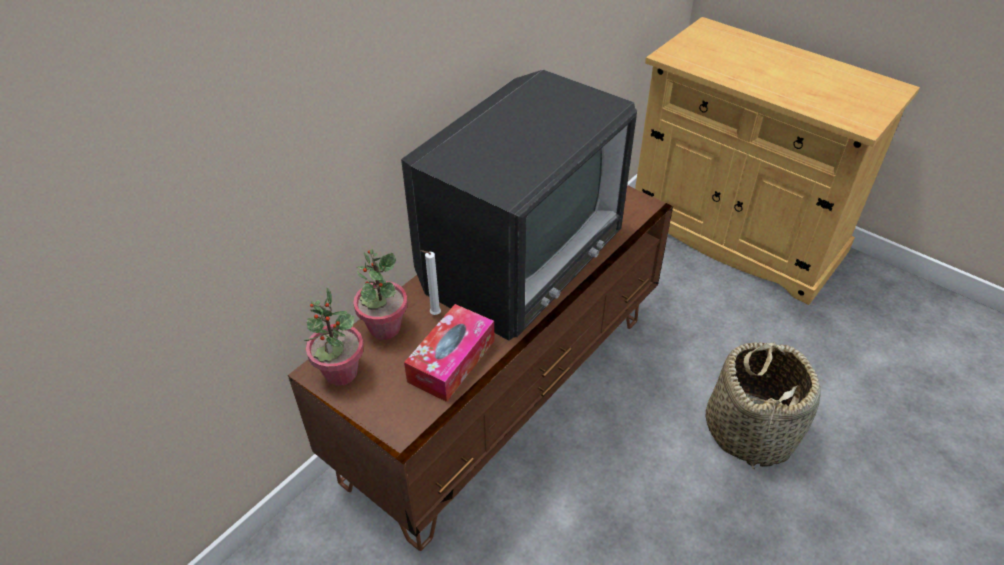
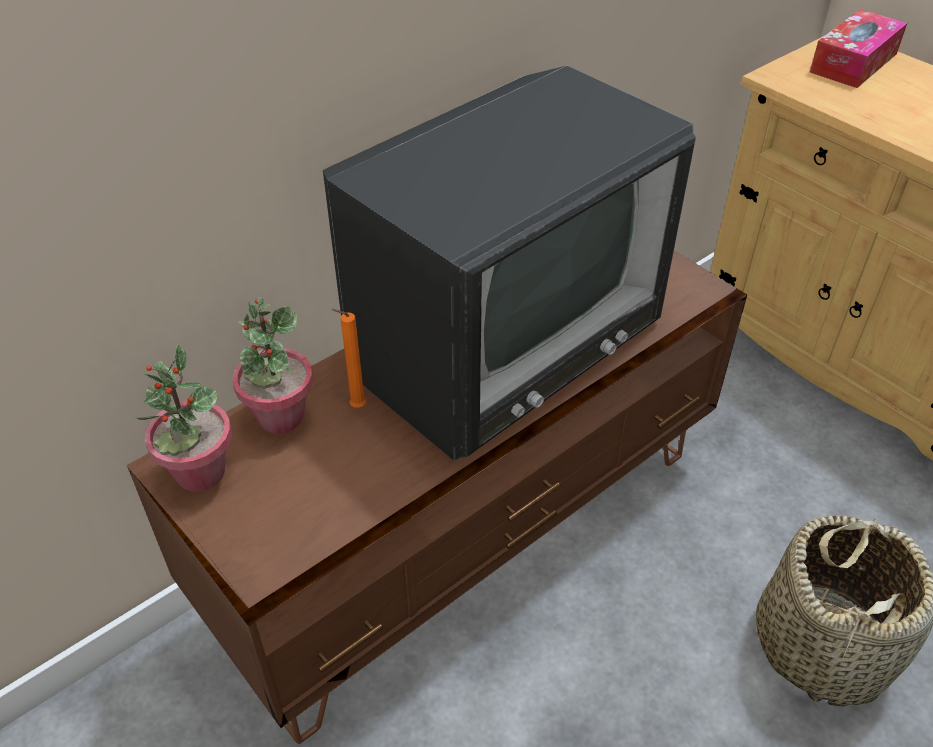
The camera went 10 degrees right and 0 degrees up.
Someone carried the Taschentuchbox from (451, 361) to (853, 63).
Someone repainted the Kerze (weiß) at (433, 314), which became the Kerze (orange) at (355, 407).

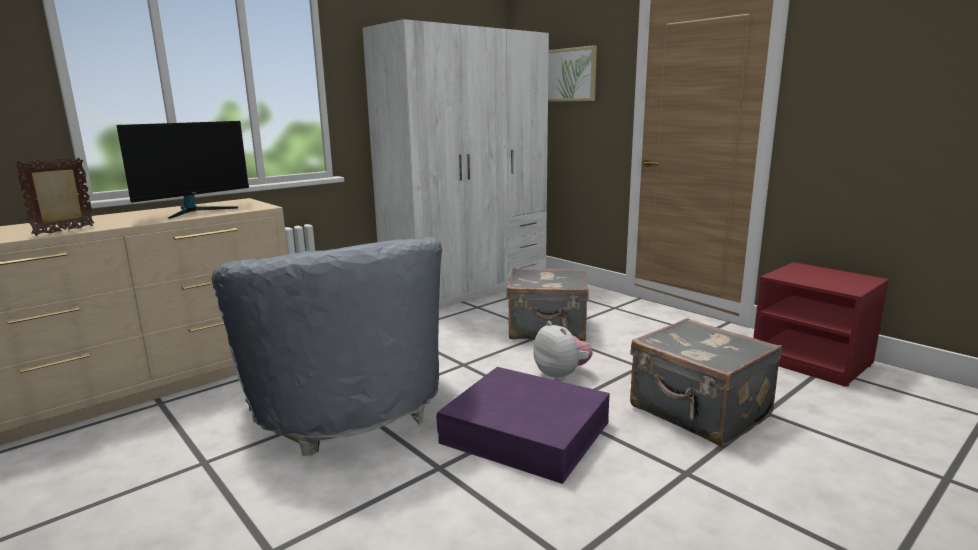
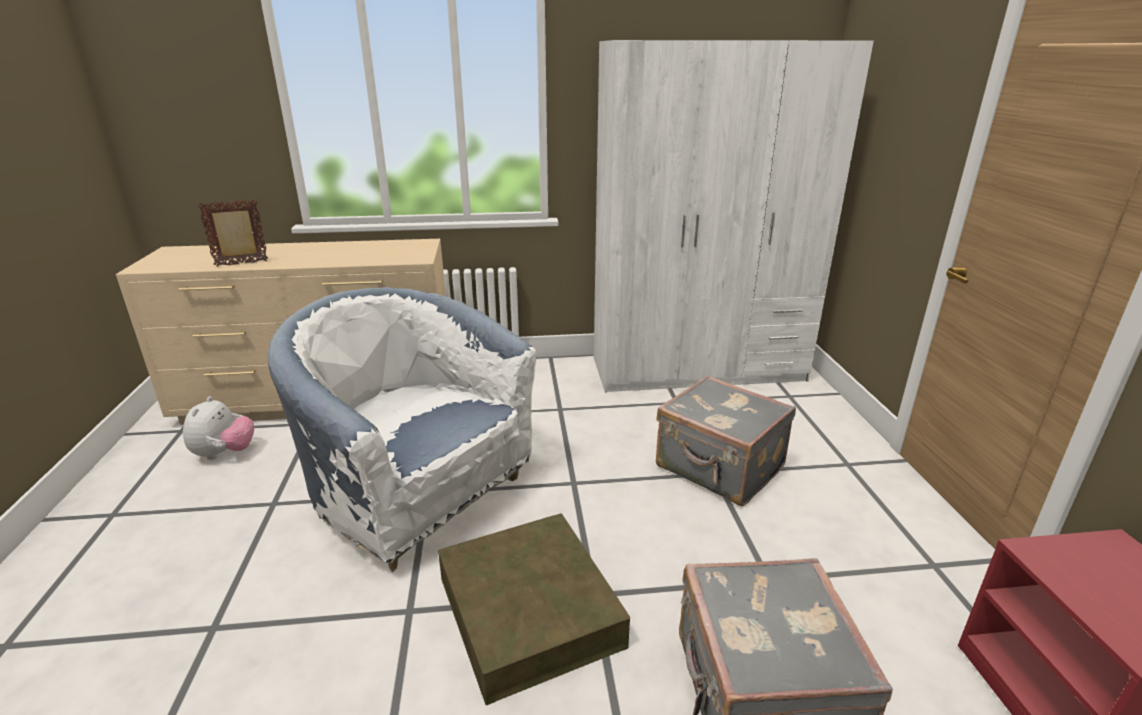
The camera went 35 degrees right and 10 degrees up.
Someone took away the Monitor at (195, 211).
Someone rotated the Sessel (weiß) at (346, 410) by 120 degrees clockwise.
Someone repainted the Aufbewahrungsbox (lila) at (525, 432), which became the Aufbewahrungsbox (braun) at (528, 611).
Someone carried the Plüschtier from (561, 375) to (224, 453).
Someone took away the Bild at (568, 75).

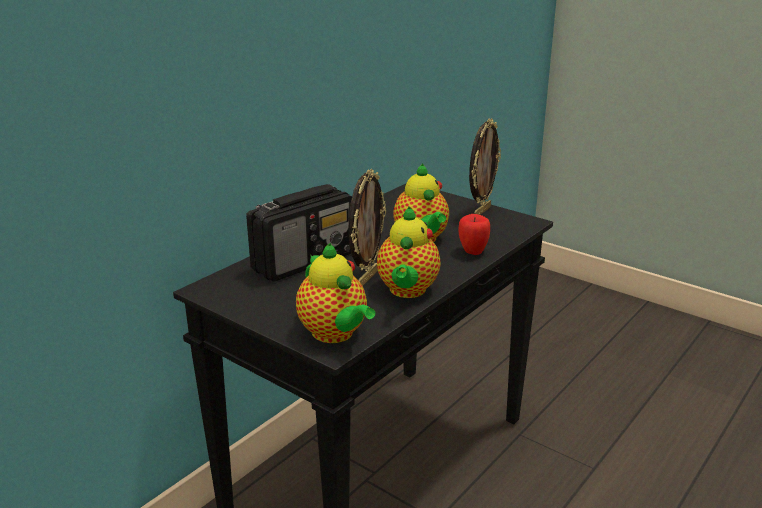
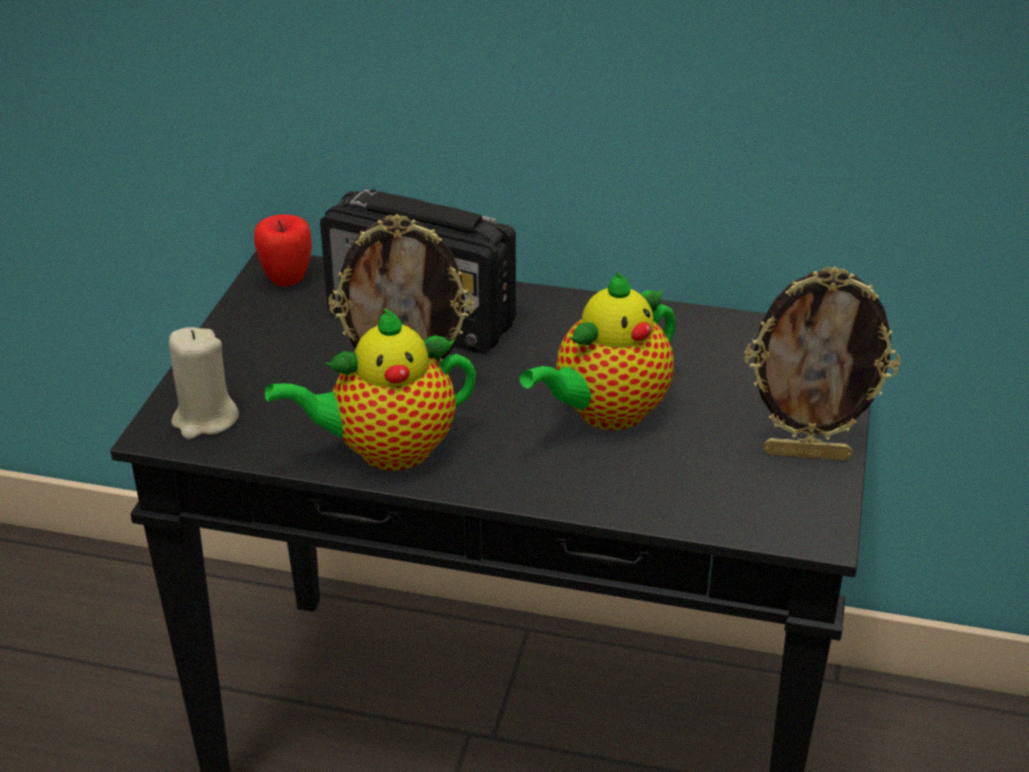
The camera went 65 degrees right and 10 degrees up.
Someone swapped the Teekanne at (335, 334) for the Kerze (beige) at (205, 419).
Someone carried the Apfel from (472, 252) to (287, 279).

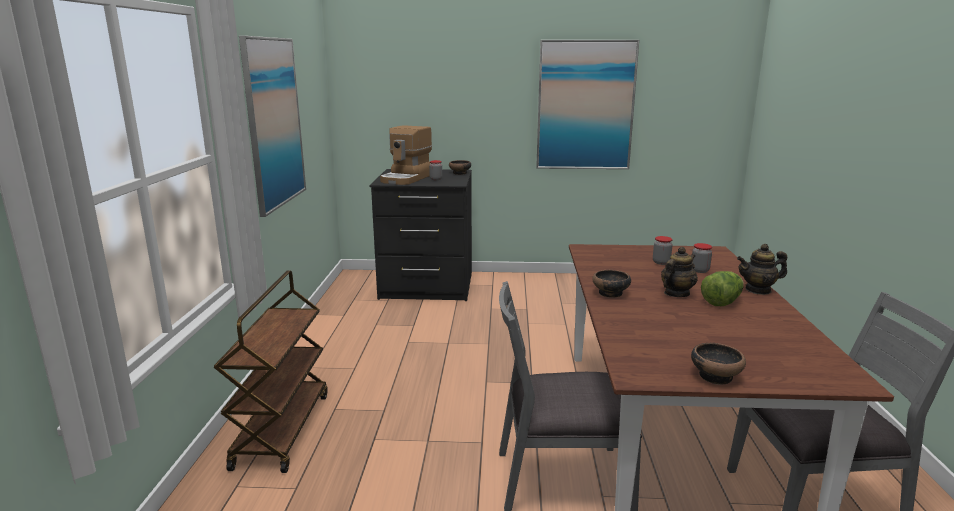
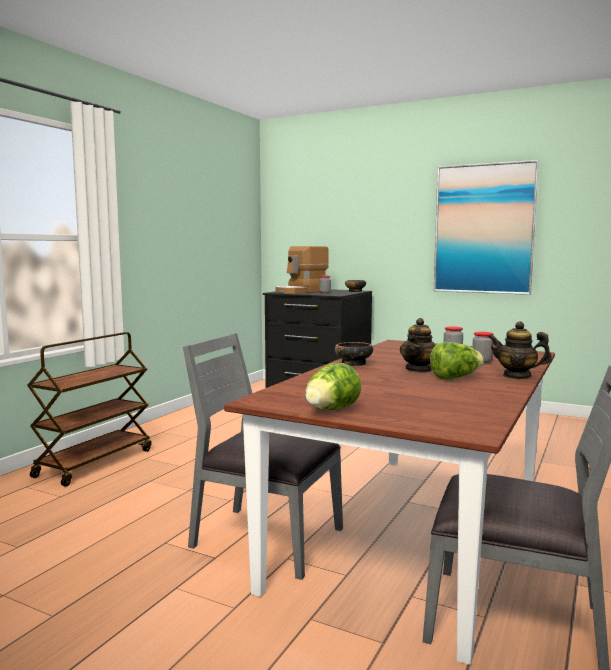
The camera went 25 degrees right and 10 degrees down.
Someone took away the Bild at (274, 123).
Someone rotated the Teekanne at (676, 293) by 135 degrees clockwise.
Someone swapped the Schüssel at (715, 376) for the Salatkopf at (331, 410).

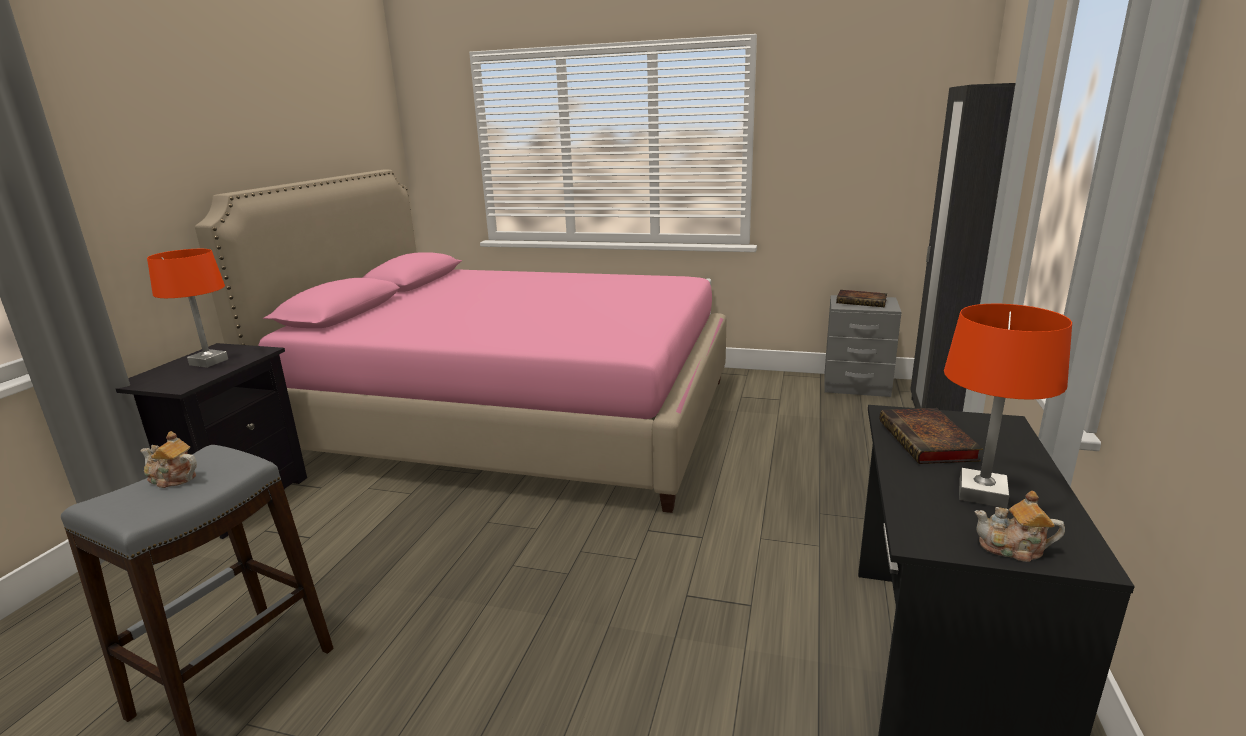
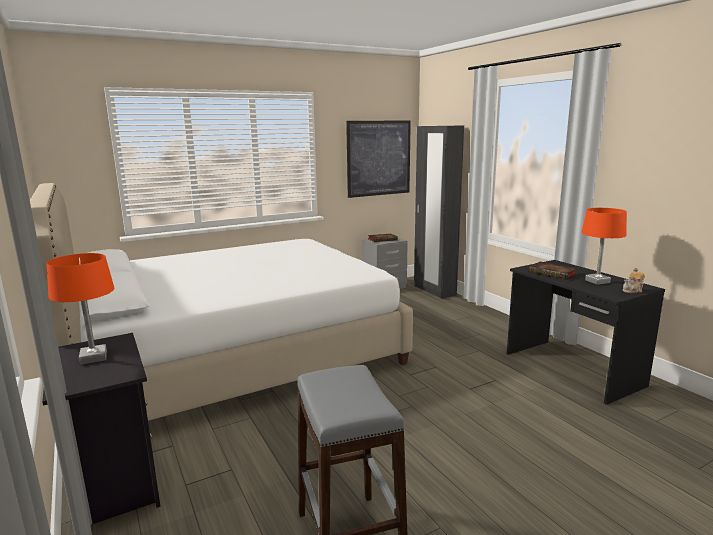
The camera went 45 degrees left and 5 degrees down.
Someone took away the Teekanne at (172, 479).
Someone repainted the Bett (rosa) at (515, 418), which became the Bett (weiß) at (234, 357).
Someone put up the Bild at (379, 158).

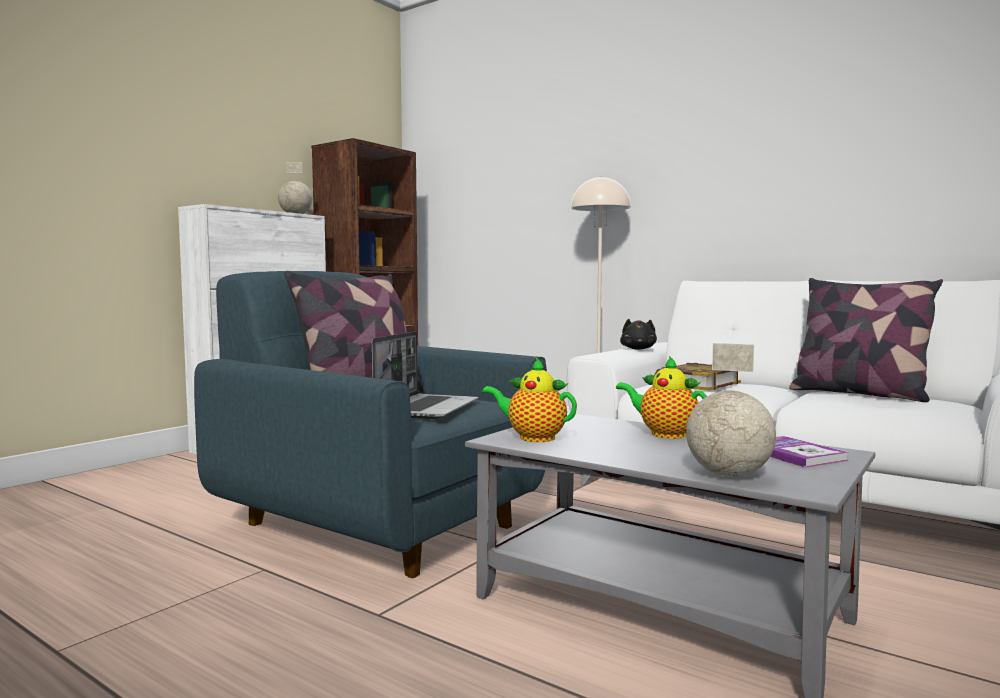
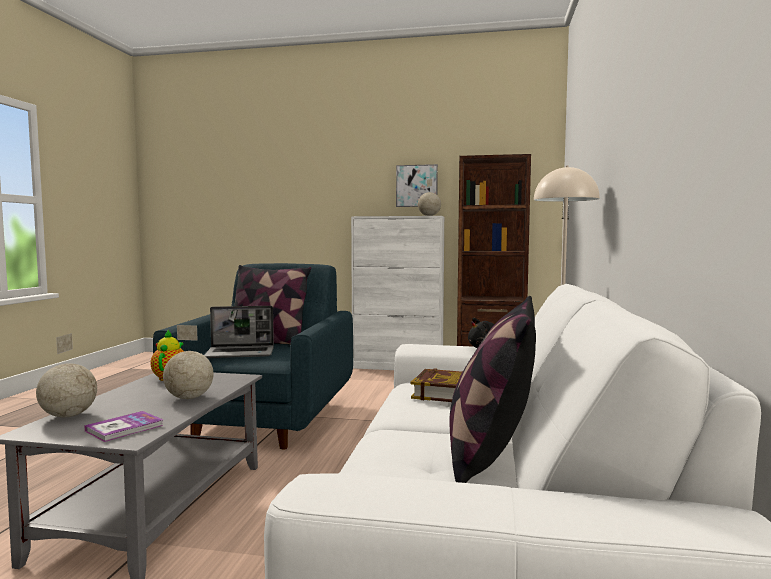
The camera went 65 degrees right and 0 degrees up.
Someone swapped the Teekanne at (664, 434) for the Globus at (189, 398).
Someone put up the Bild at (417, 186).

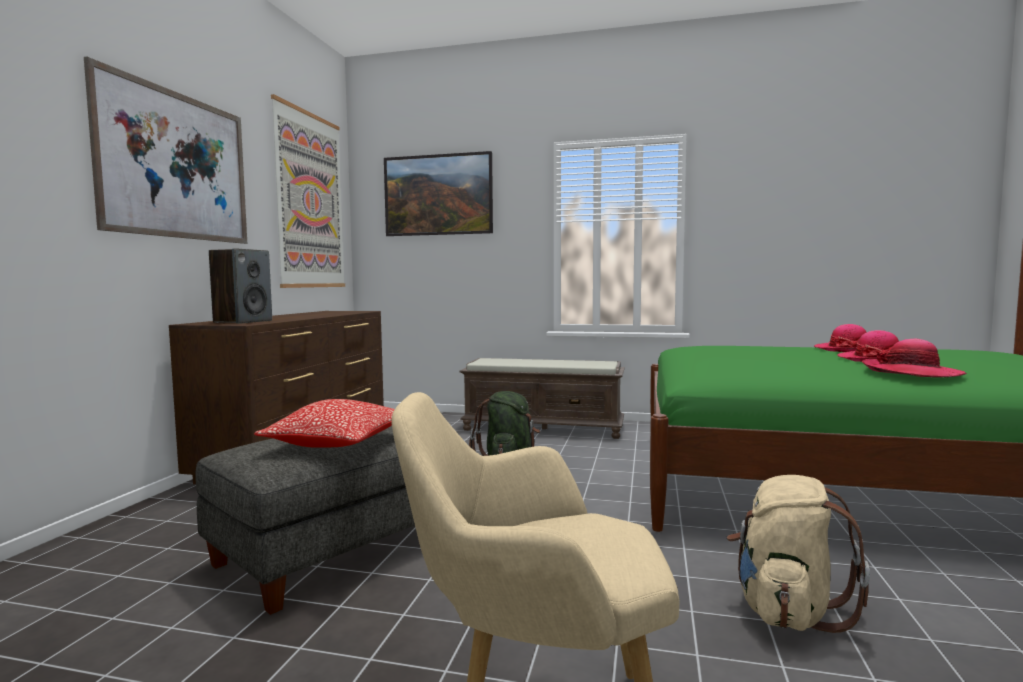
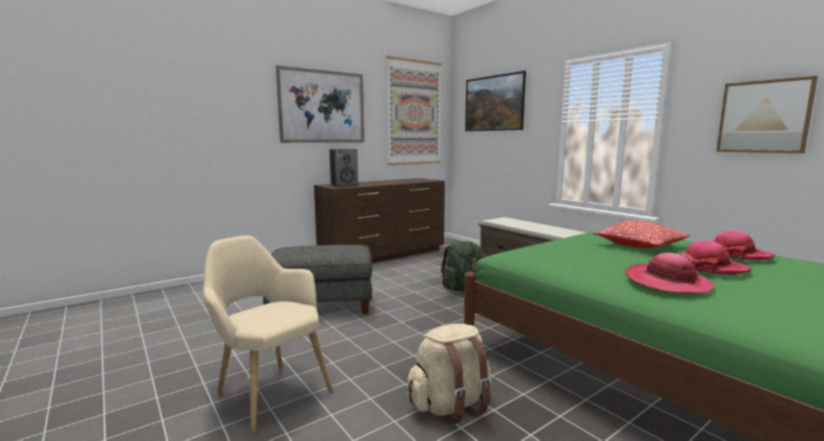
The camera went 40 degrees right and 5 degrees up.
Someone carried the Kissen from (338, 442) to (639, 246).
Someone put up the Bild at (763, 117).

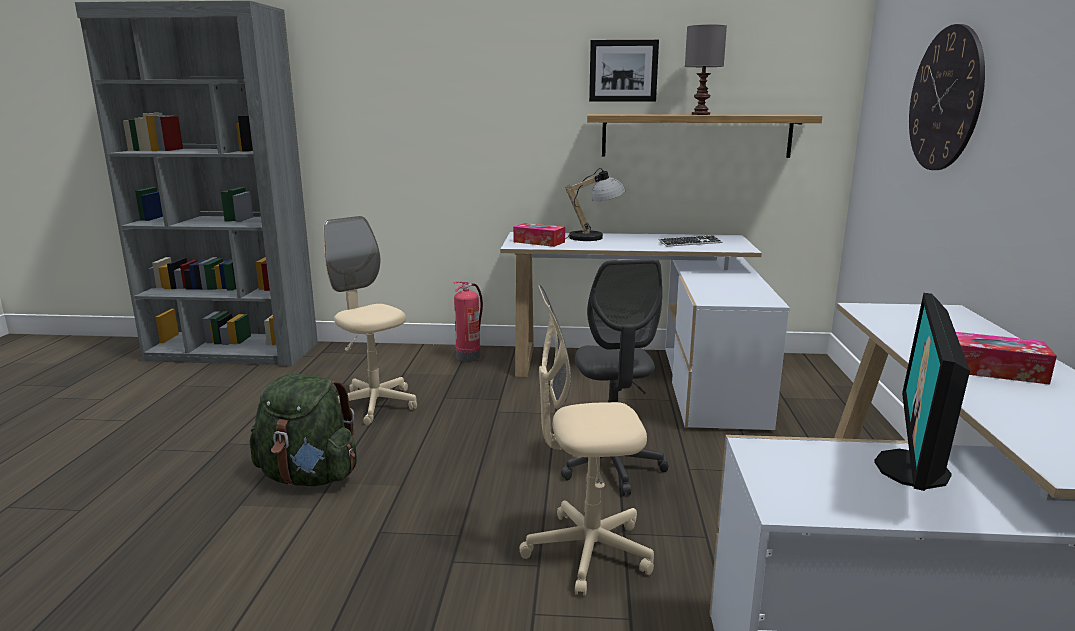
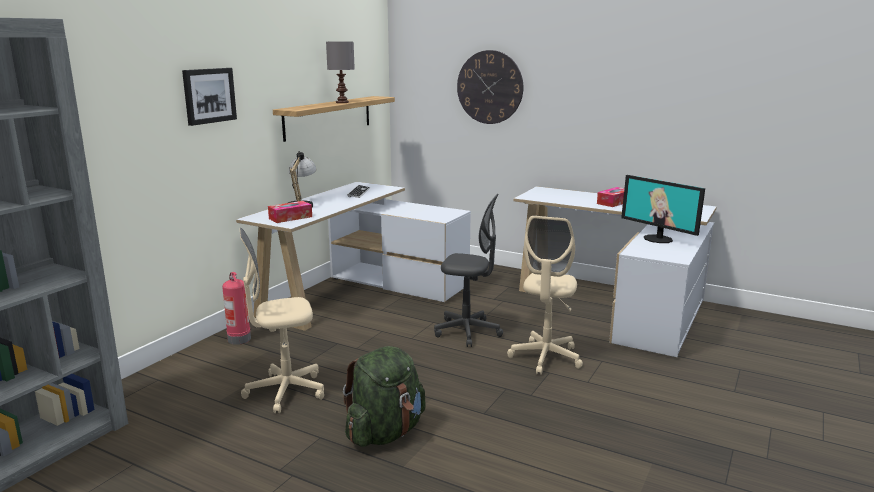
The camera went 65 degrees left and 0 degrees up.
Someone carried the Bild from (623, 71) to (209, 95).

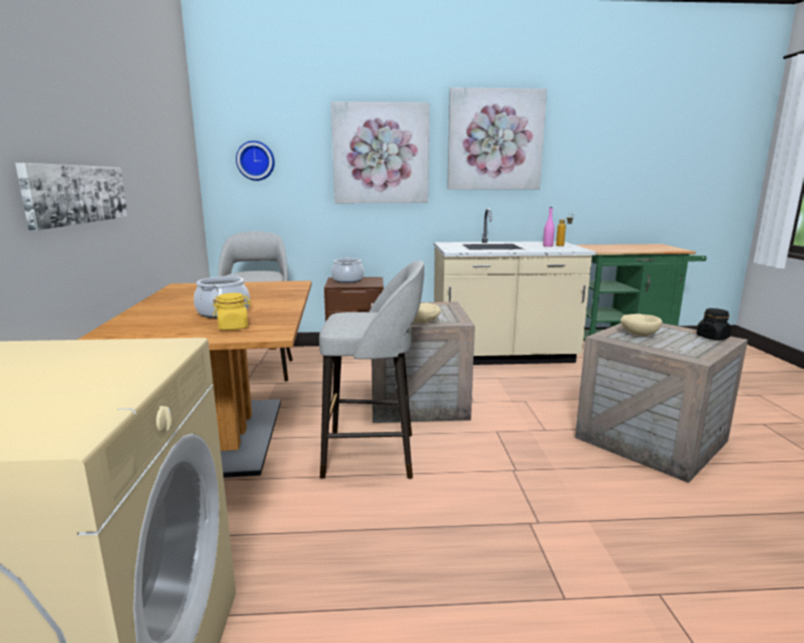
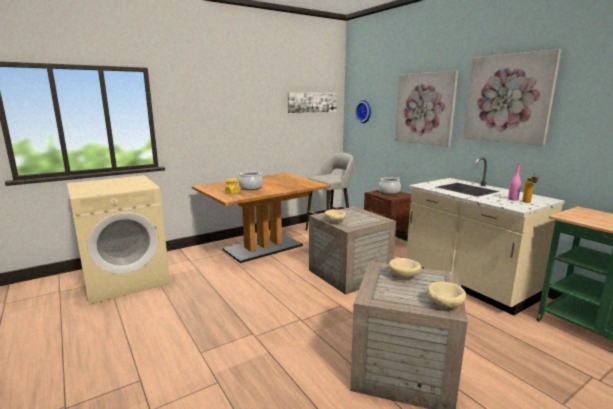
The camera went 60 degrees right and 0 degrees up.
Someone carried the Bild from (76, 194) to (312, 102).
Someone took away the Hocker (grau) at (373, 455).
Someone swapped the Vorratsglas (schwarz) at (712, 337) for the Schüssel (beige) at (444, 305).

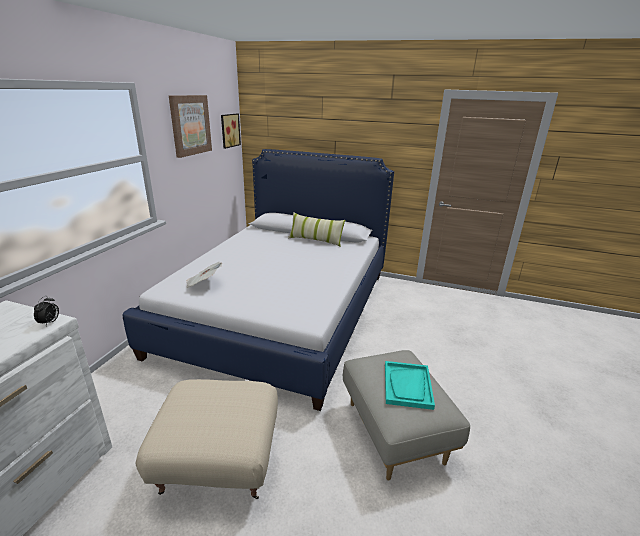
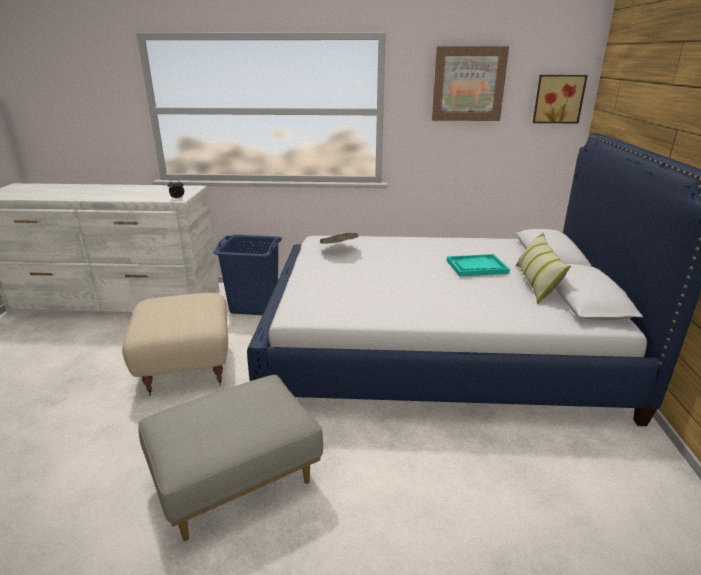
The camera went 75 degrees right and 0 degrees up.
Someone carried the Tablett (türkis) from (407, 386) to (476, 267).
Someone put down the Wäschekorb (blau) at (254, 306).

